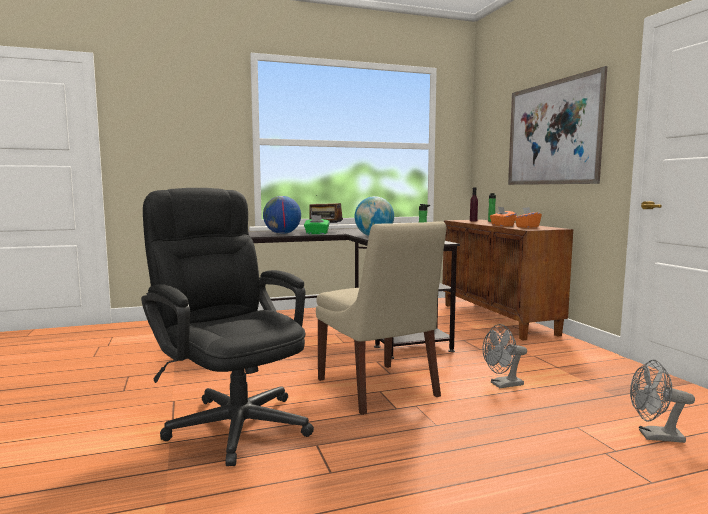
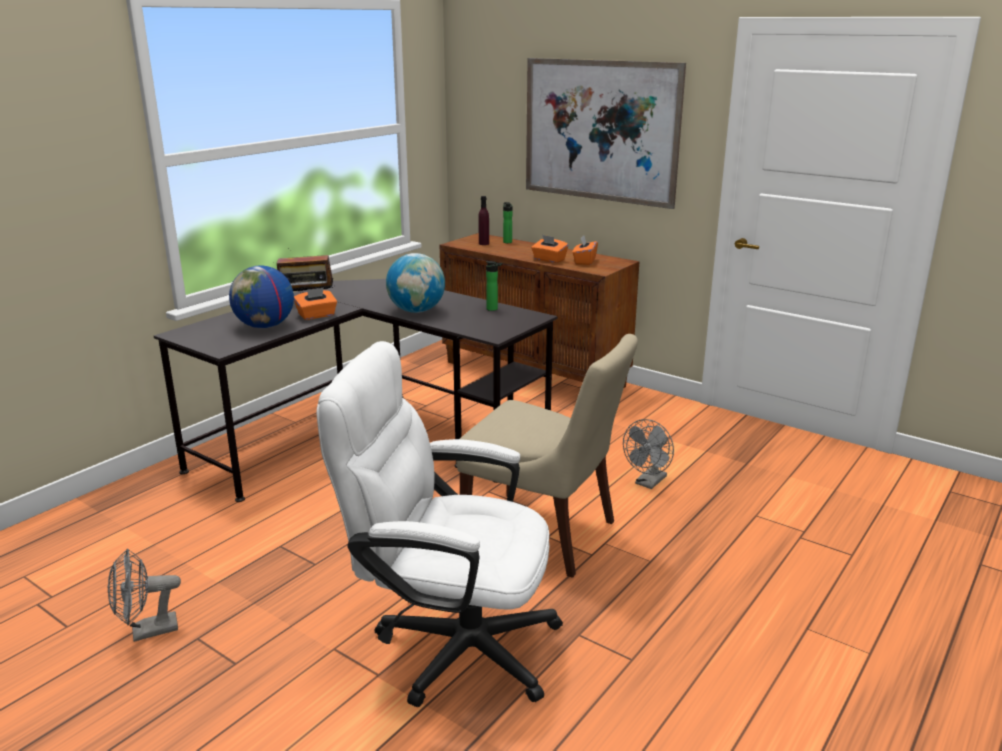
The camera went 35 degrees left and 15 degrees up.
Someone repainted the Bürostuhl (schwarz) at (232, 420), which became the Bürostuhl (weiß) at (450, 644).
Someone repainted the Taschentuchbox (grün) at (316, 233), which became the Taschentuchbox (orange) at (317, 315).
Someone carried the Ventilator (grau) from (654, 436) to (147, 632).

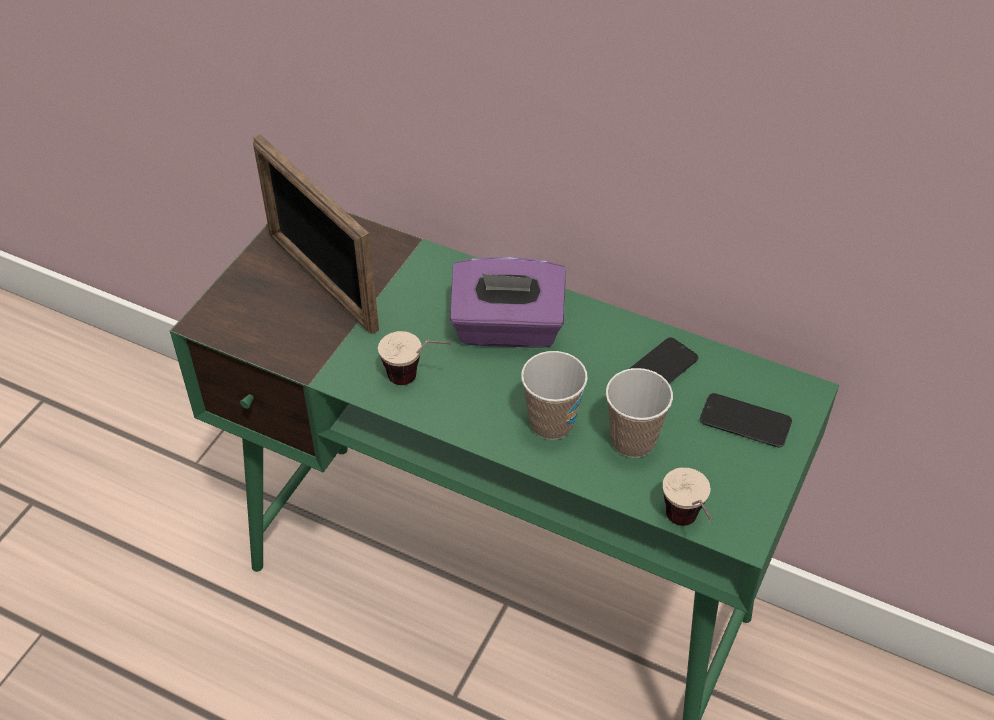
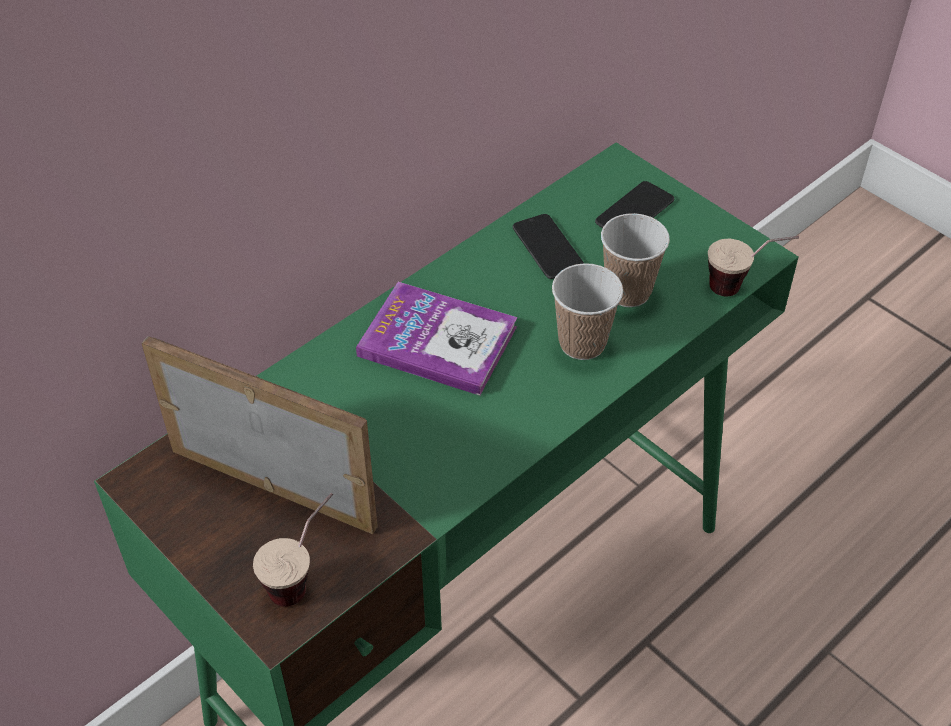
The camera went 70 degrees left and 0 degrees up.
Someone rotated the Bilderrahmen at (322, 281) by 135 degrees counterclockwise.
Someone carried the Tasse from (418, 380) to (304, 576).
Someone swapped the Taschentuchbox (lila) at (507, 329) for the Buch at (437, 341).

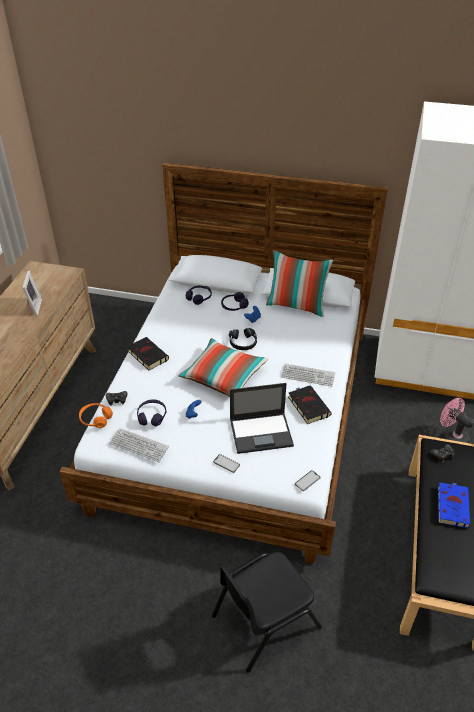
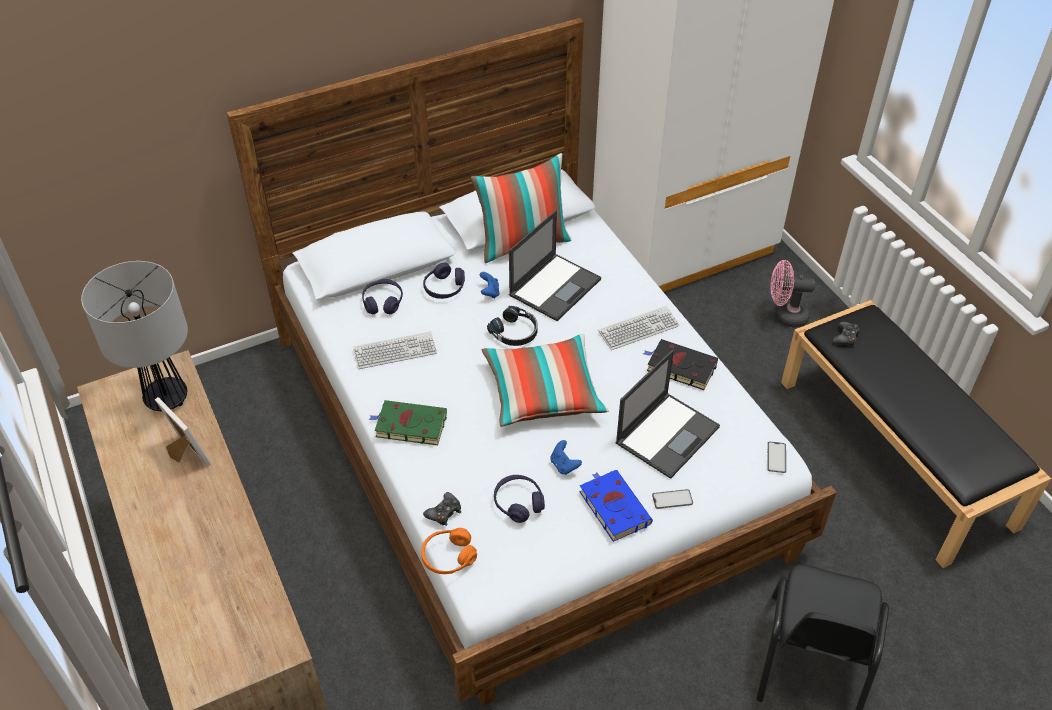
The camera went 40 degrees left and 5 degrees up.
Someone carried the Tastatur from (139, 446) to (395, 351).
Someone repainted the Buch (schwarz) at (147, 355), which became the Buch (grün) at (409, 425).
Someone carried the Buch (blau) from (452, 505) to (613, 506).
Someone put down the Tischlampe at (166, 398).
Someone put down the Laptop at (555, 286).

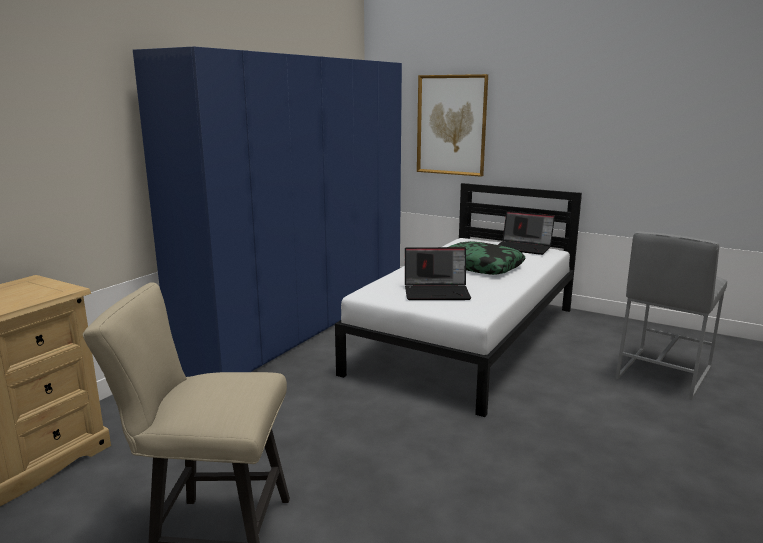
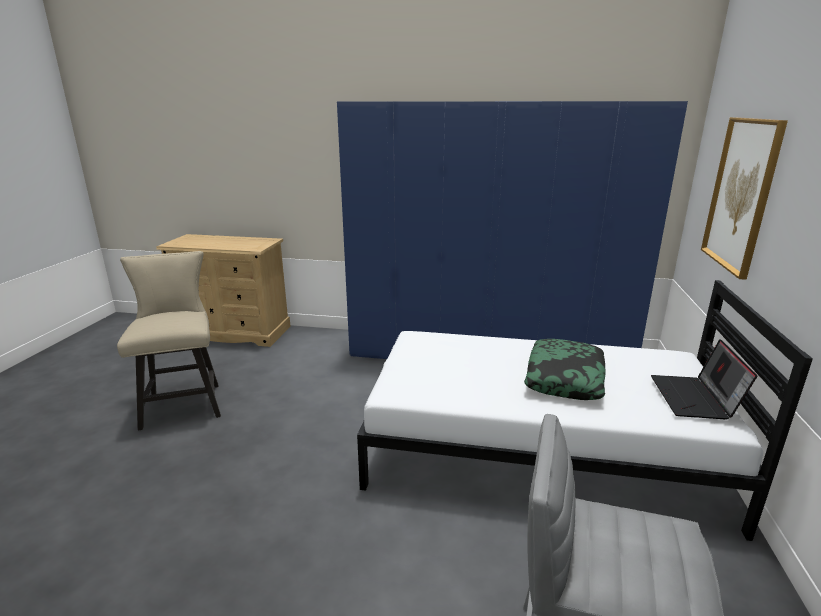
The camera went 70 degrees right and 5 degrees up.
Someone took away the Laptop at (437, 292).

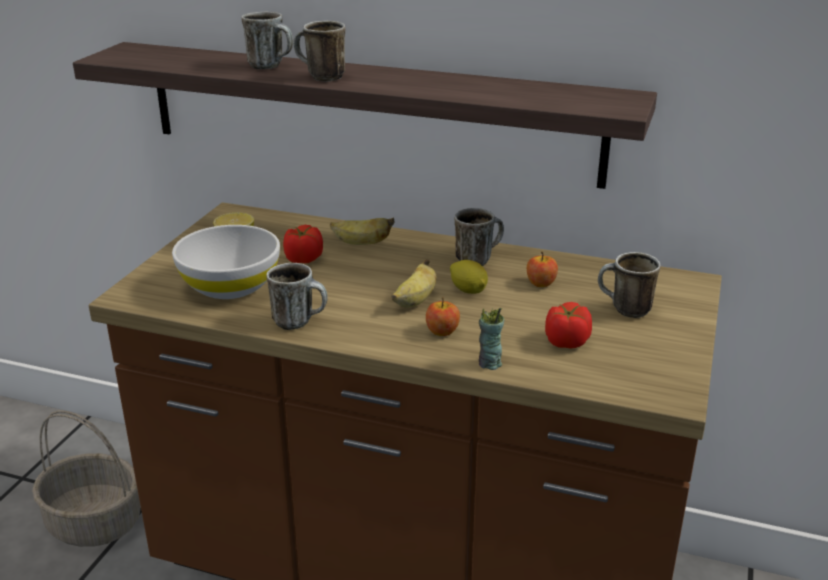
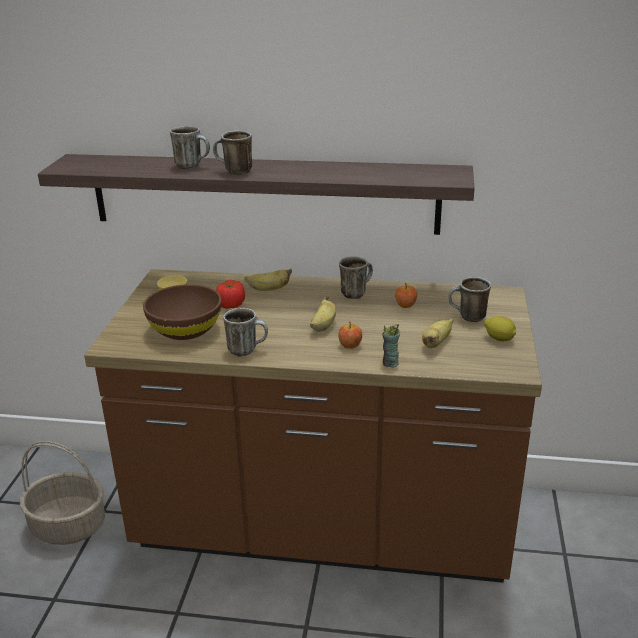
The camera went 10 degrees left and 0 degrees up.
Someone repainted the Schüssel (weiß) at (231, 286), which became the Schüssel (braun) at (186, 330).
Someone carried the Zitrone from (468, 290) to (499, 339).
Someone swapped the Tomate at (566, 342) for the Banane at (436, 343).

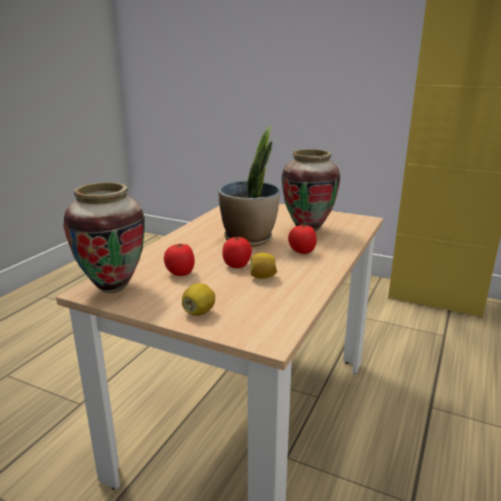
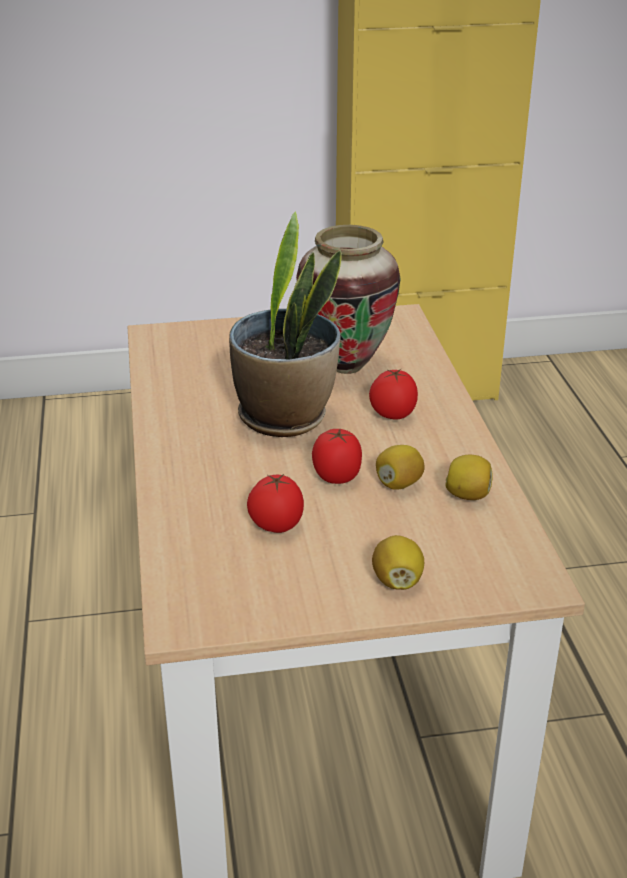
The camera went 35 degrees left and 10 degrees up.
Someone took away the Vase at (113, 287).
Someone put down the Zitrone at (468, 495).

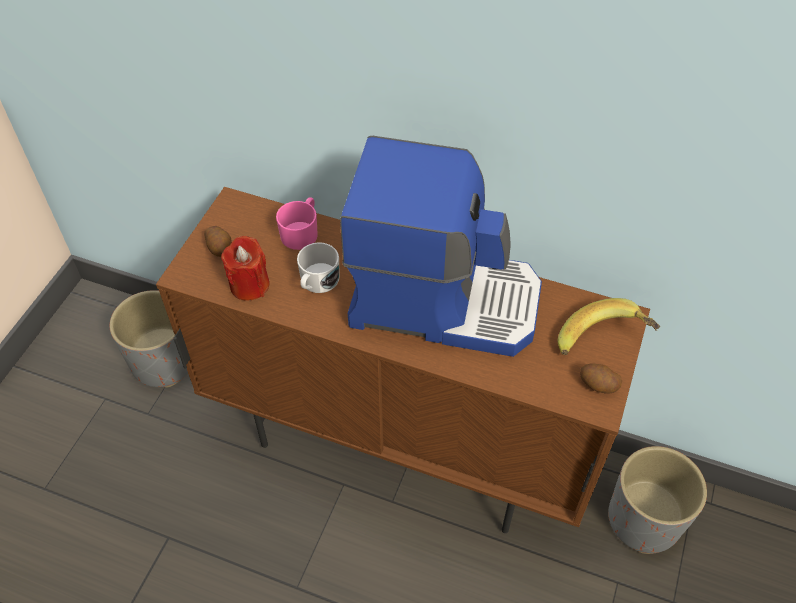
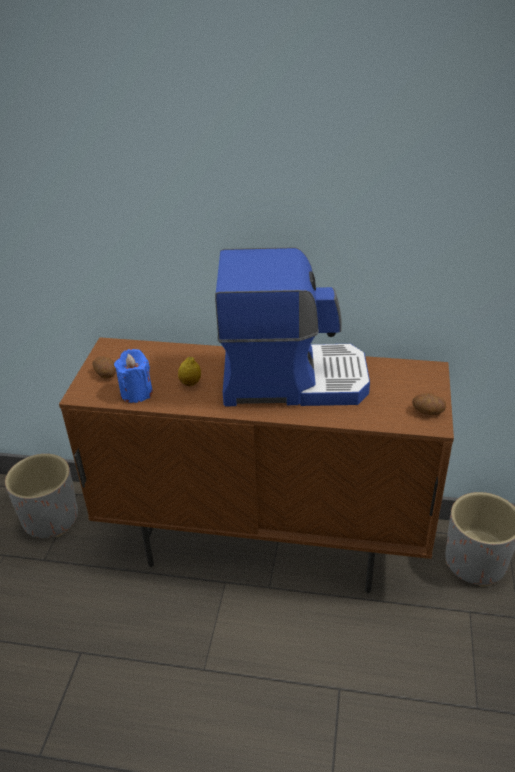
The camera went 10 degrees left and 15 degrees down.
Someone repainted the Kerze (rot) at (249, 285), which became the Kerze (blau) at (136, 393).
Someone took away the Henkelbecher (rosa) at (301, 232).
Someone swapped the Henkelbecher (weiß) at (317, 282) for the Zitrone at (190, 383).
Someone took away the Banane at (603, 343).

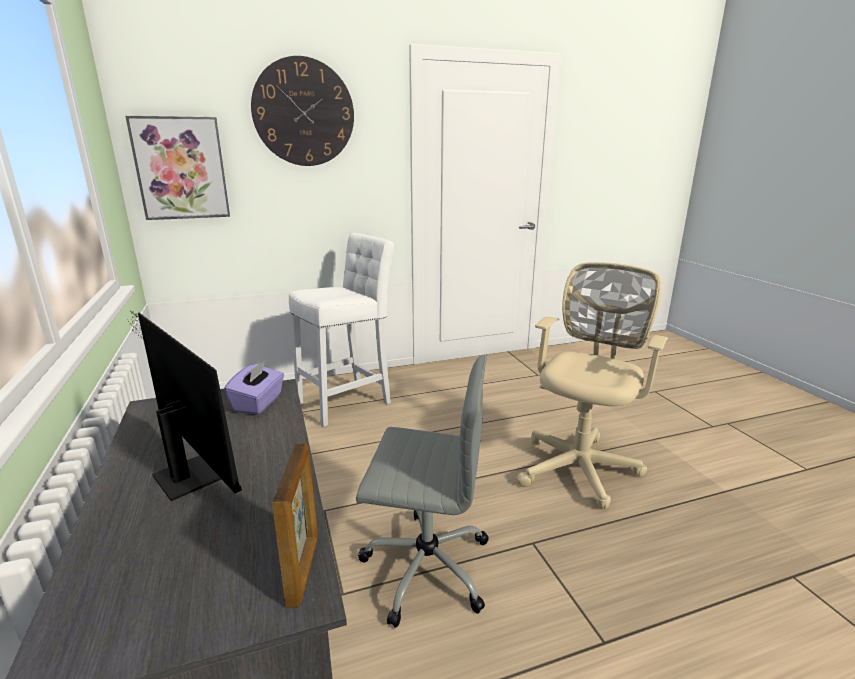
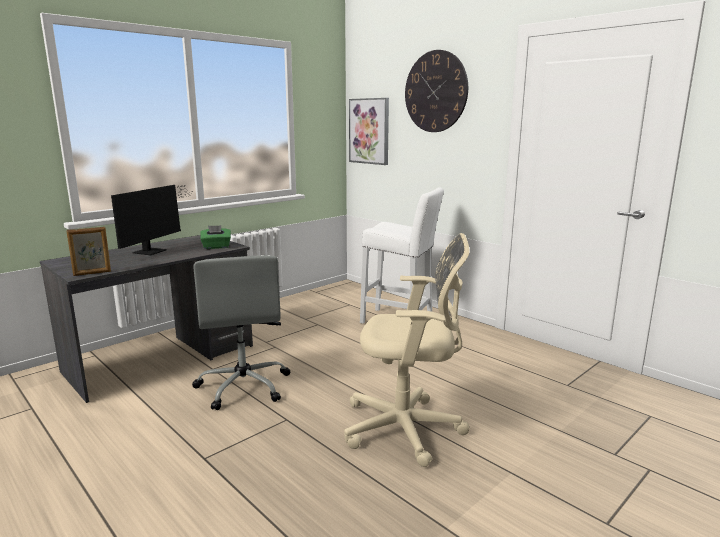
The camera went 65 degrees right and 5 degrees down.
Someone repainted the Taschentuchbox (lila) at (258, 403), which became the Taschentuchbox (grün) at (216, 247).

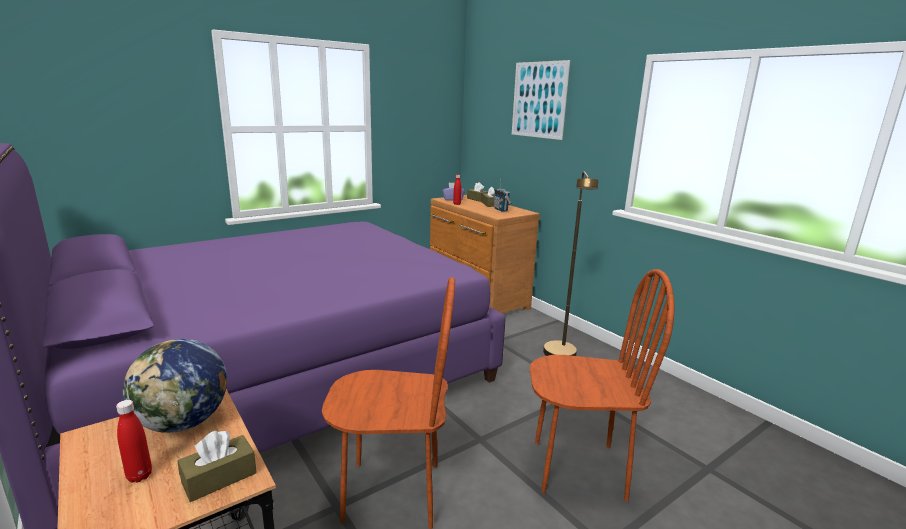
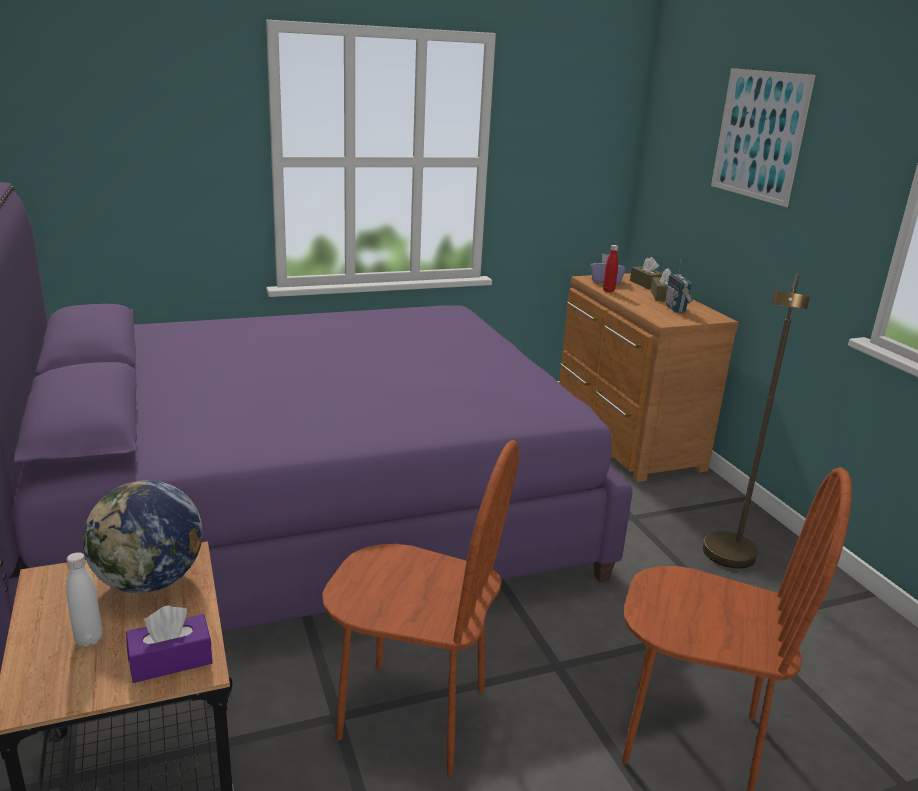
The camera went 15 degrees right and 5 degrees up.
Someone repainted the Flasche (rot) at (139, 476), which became the Flasche (weiß) at (89, 639).
Someone repainted the Taschentuchbox (braun) at (219, 478), which became the Taschentuchbox (lila) at (171, 660).

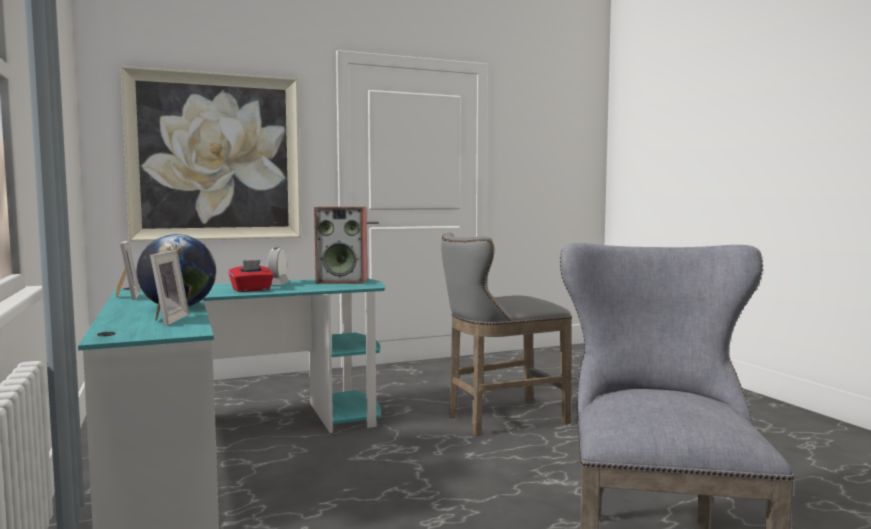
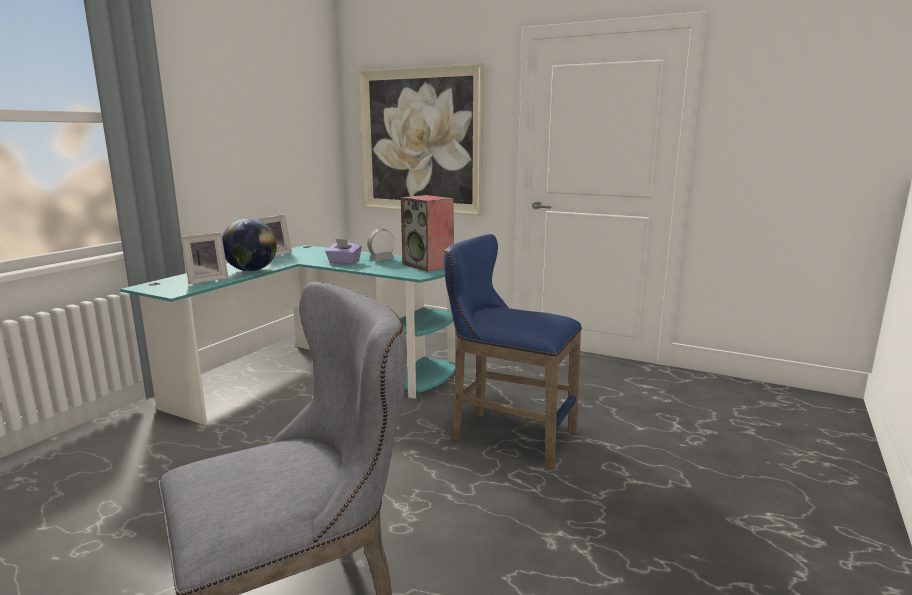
The camera went 50 degrees right and 10 degrees up.
Someone repainted the Taschentuchbox (rot) at (251, 290), which became the Taschentuchbox (lila) at (344, 262).
Someone repainted the Hocker (grau) at (500, 419), which became the Hocker (blau) at (506, 435).

